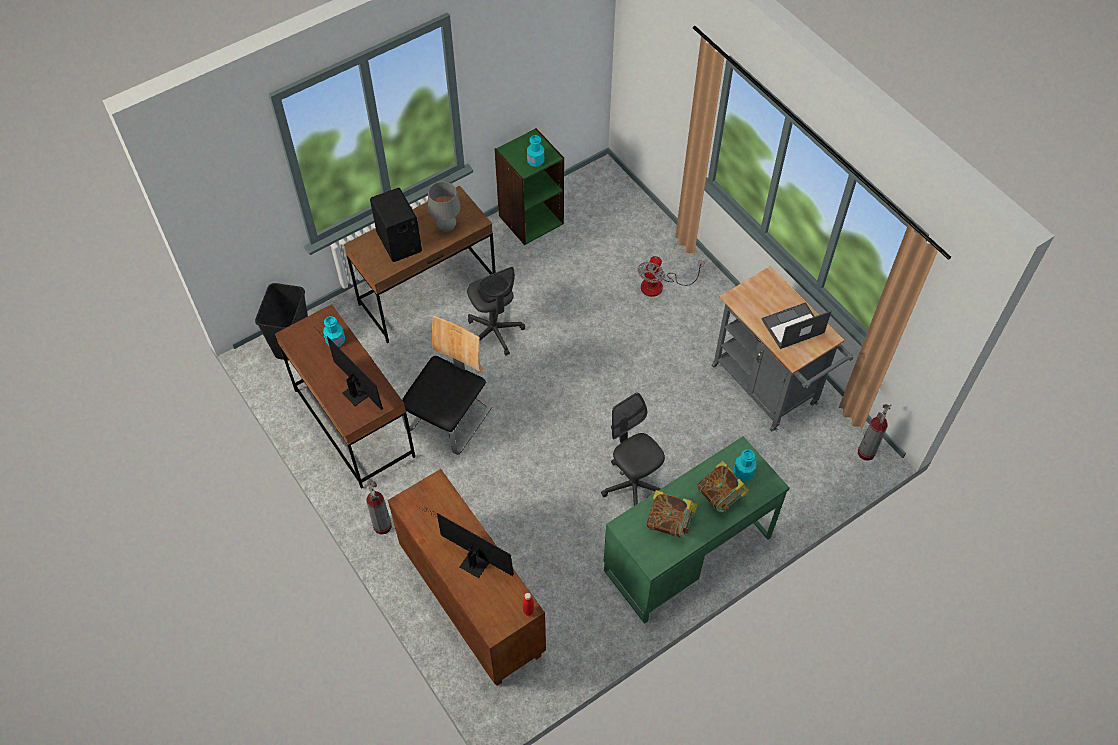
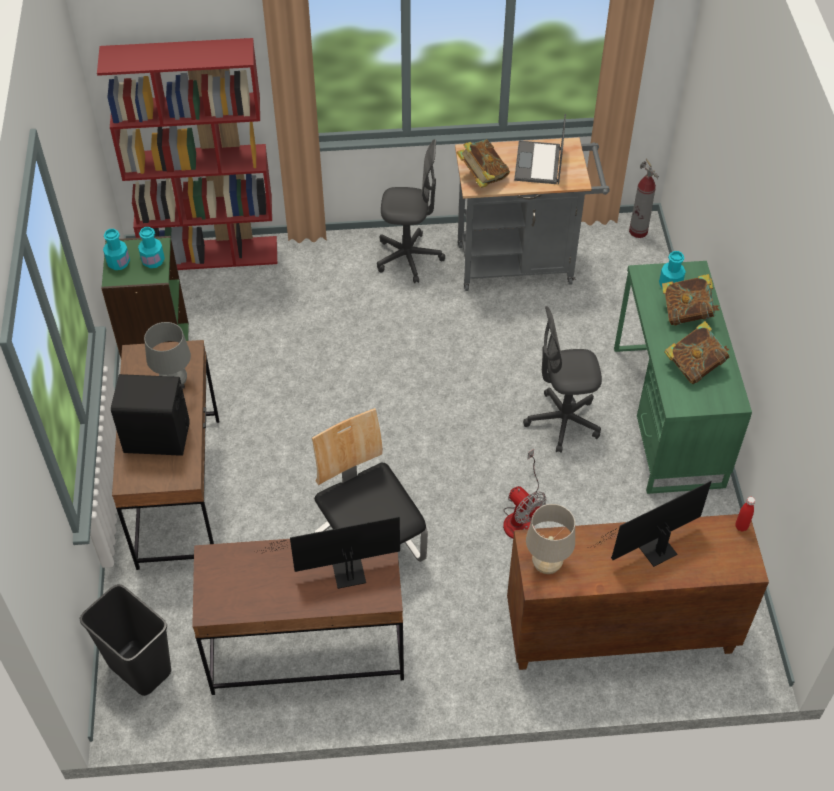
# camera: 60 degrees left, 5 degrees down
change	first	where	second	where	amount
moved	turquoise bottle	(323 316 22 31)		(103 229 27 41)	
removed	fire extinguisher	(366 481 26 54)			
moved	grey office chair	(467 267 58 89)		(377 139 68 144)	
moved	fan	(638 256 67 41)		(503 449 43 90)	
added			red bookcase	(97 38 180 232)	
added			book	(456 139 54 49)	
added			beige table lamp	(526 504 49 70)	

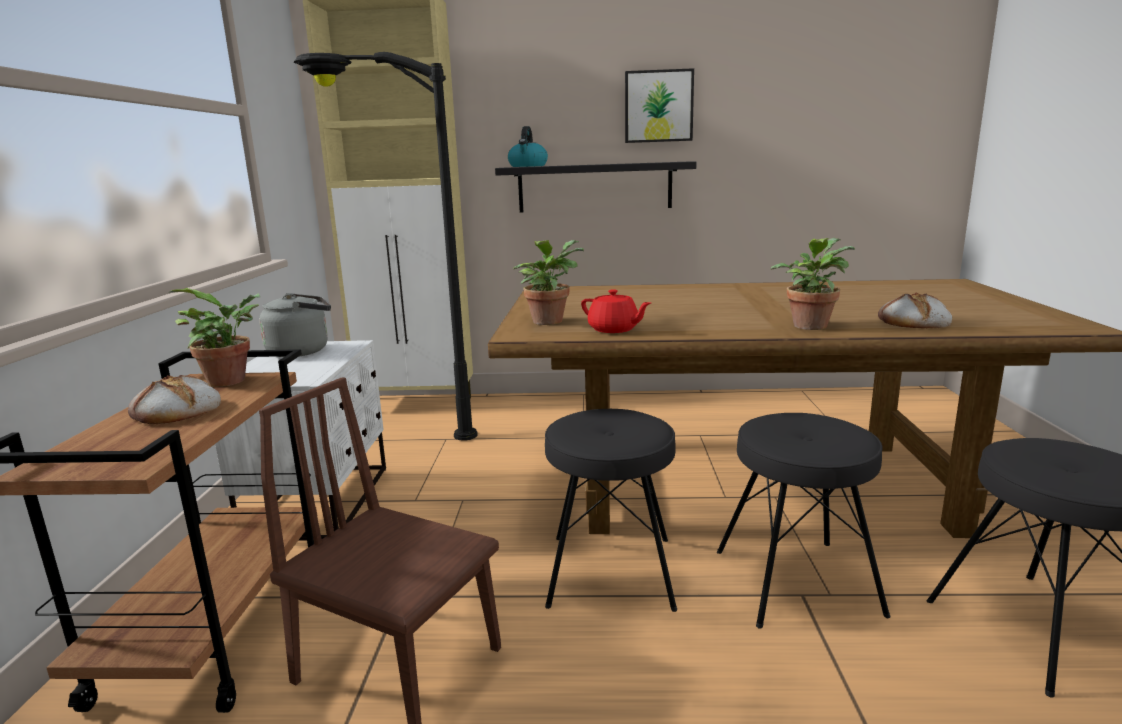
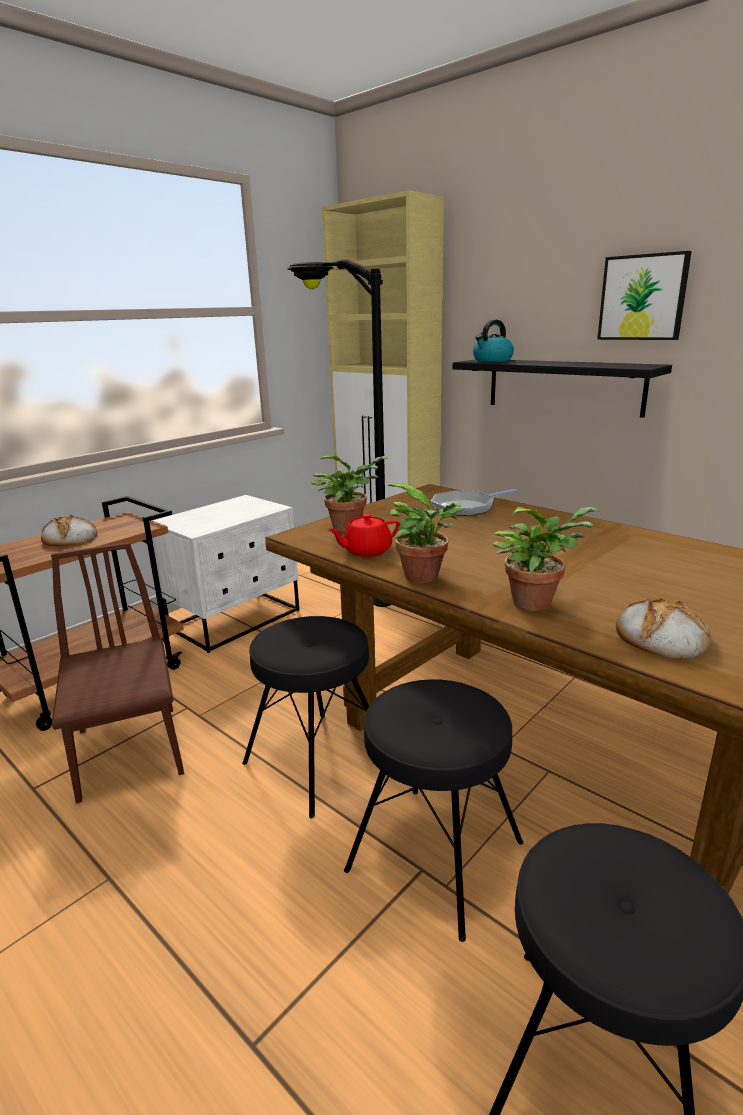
# camera: 40 degrees right, 5 degrees up
change	first	where	second	where	amount
moved	potted plant	(168 288 92 99)		(387 483 77 100)	
removed	grey kettle	(259 293 72 64)			
turned	red teapot	(581 289 70 44)		(328 514 72 43)	75 degrees clockwise
added			frying pan	(431 489 86 27)	

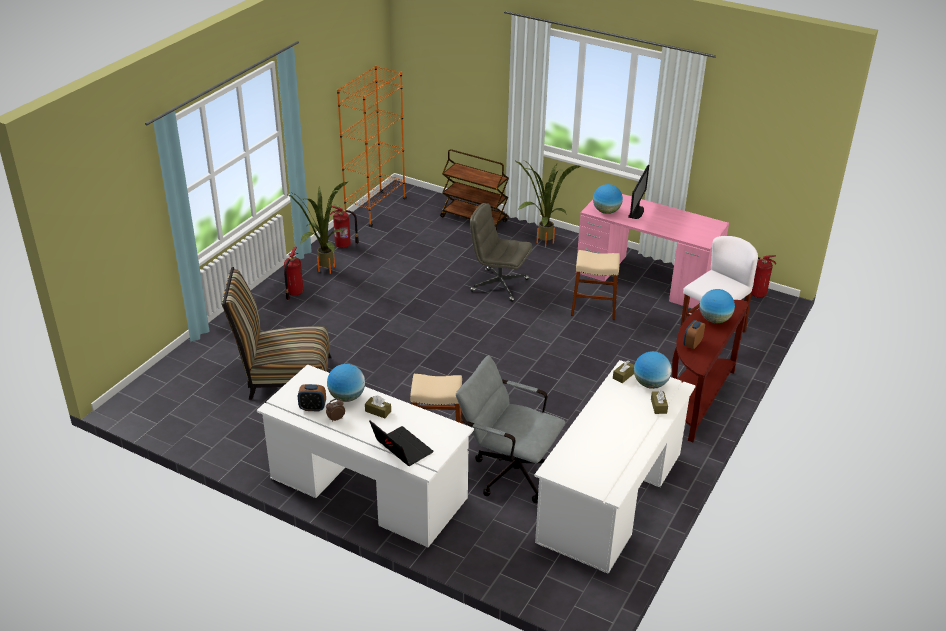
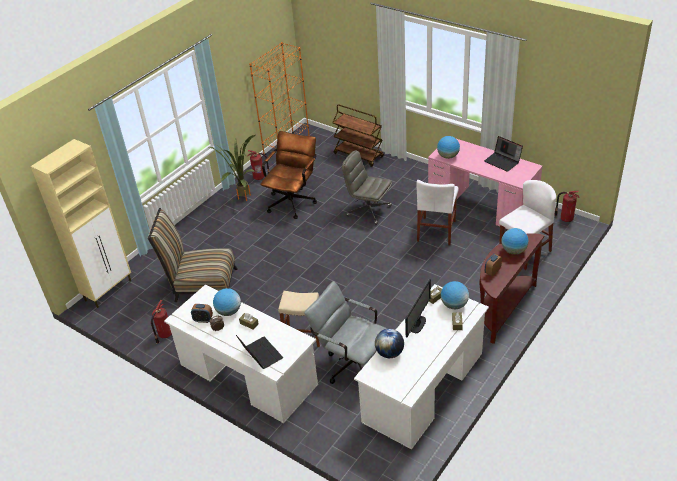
# camera: 10 degrees right, 5 degrees up
change	first	where	second	where	amount
moved	fire extinguisher	(284 246 19 54)		(151 300 21 44)	
removed	potted plant	(514 160 67 88)			
replaced	beige stool	(571 250 49 70)	white chair	(417 180 42 65)	
moved	monitor	(628 165 21 54)		(405 279 26 58)	
added			beige cabinet	(31 139 100 169)	
added			brown office chair	(260 131 57 88)	
added			globe	(375 329 29 29)	
added			laptop	(484 136 39 36)	

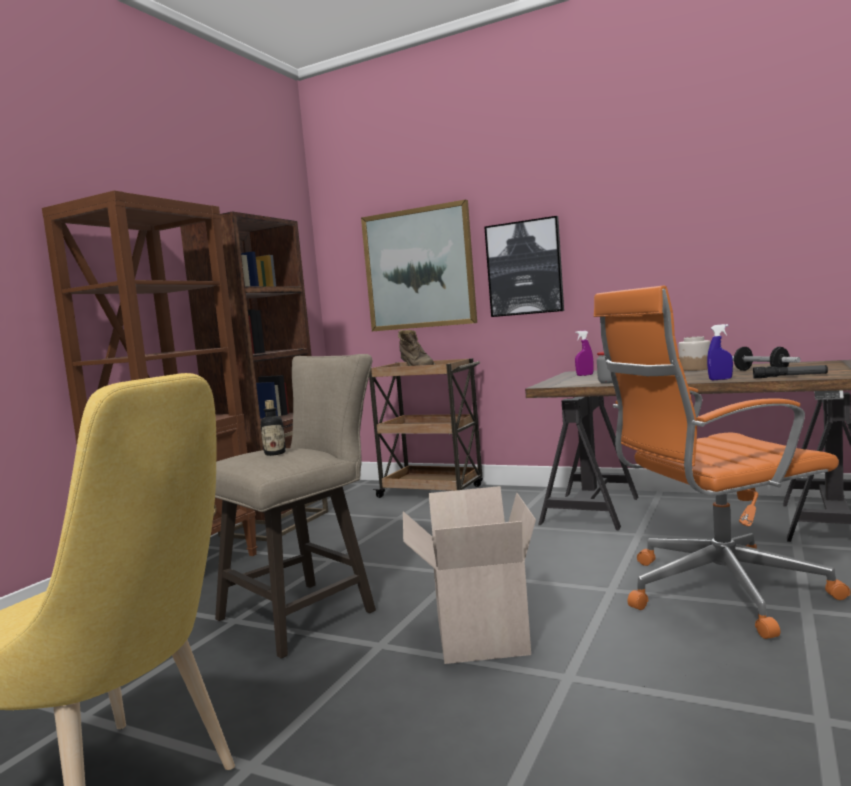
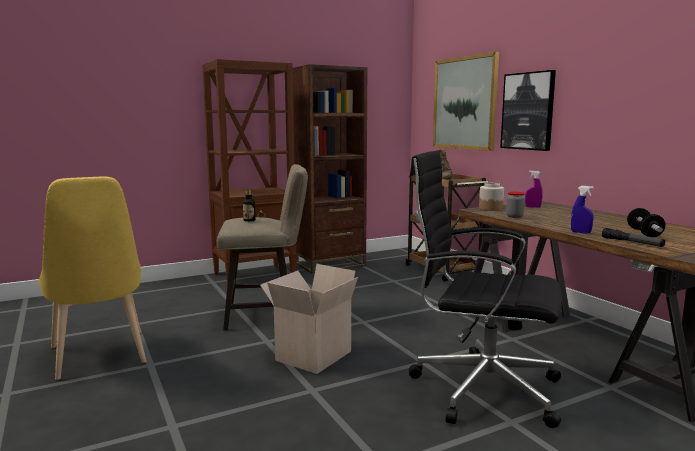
# camera: 35 degrees right, 5 degrees up
change	first	where	second	where	amount
recoloured	orange office chair	(594 285 256 354)	black office chair	(409 151 153 277)	
moved	jar	(679 336 31 35)		(479 183 25 28)	

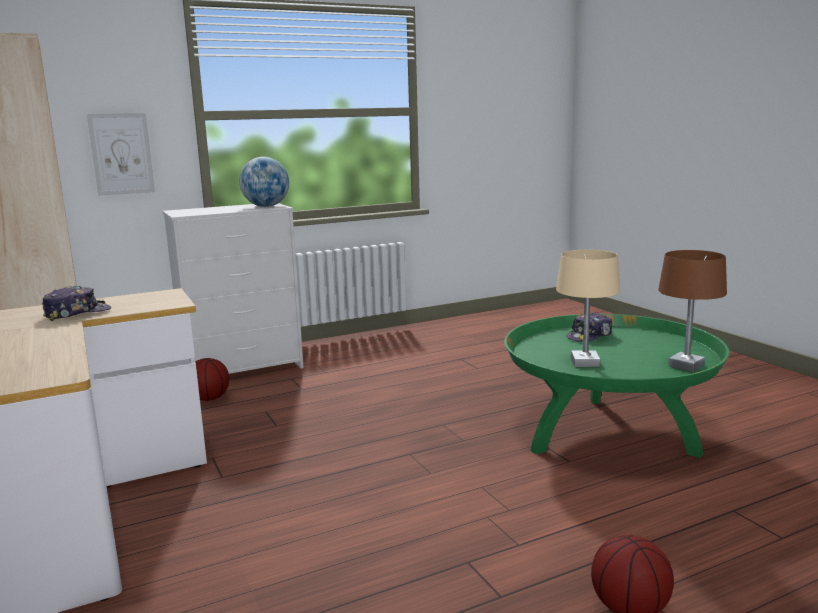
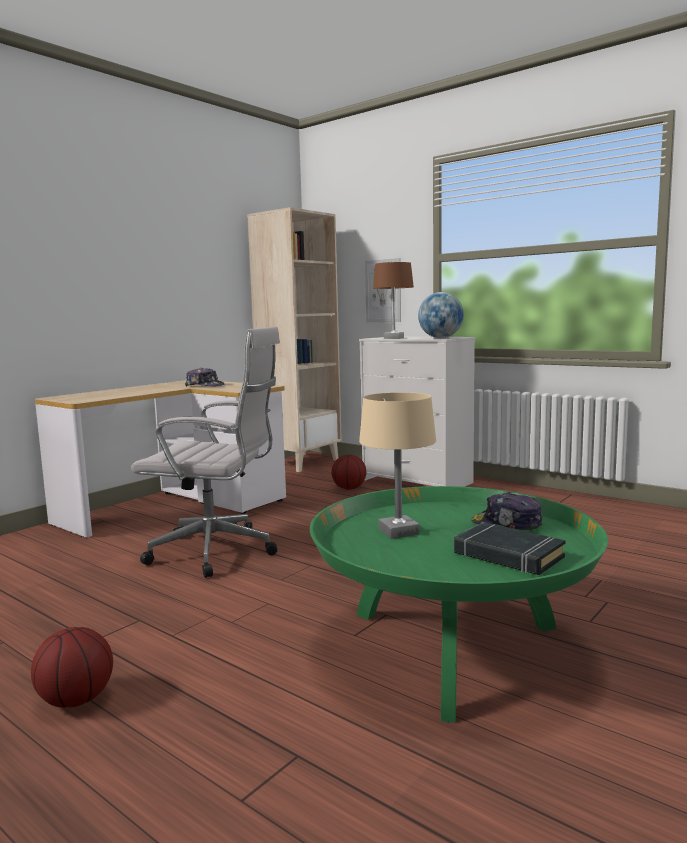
# camera: 65 degrees right, 5 degrees down
change	first	where	second	where	amount
moved	brown table lamp	(658 250 69 122)		(373 262 41 77)	
added			white office chair	(131 326 149 252)	
added			black book	(454 522 111 53)	

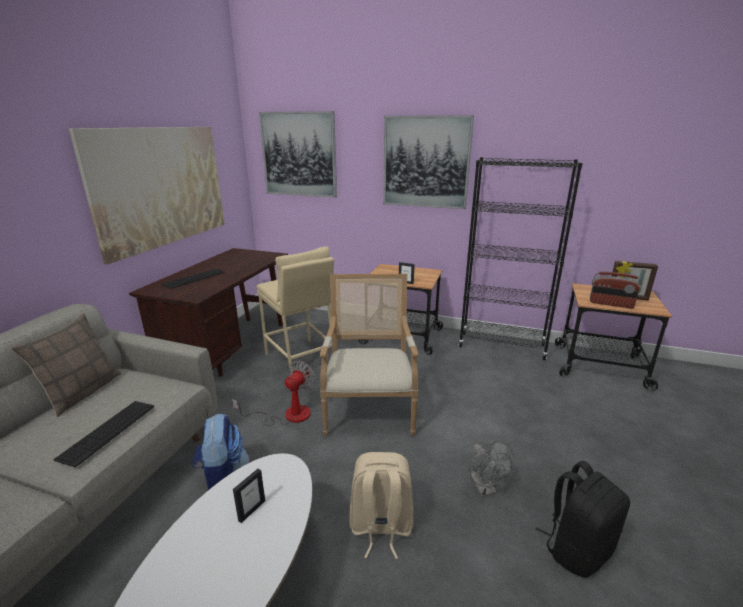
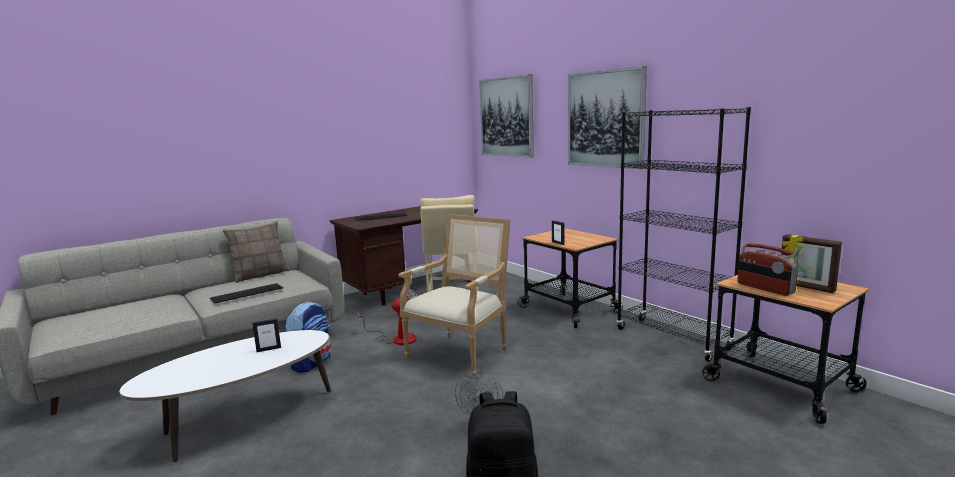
# camera: 35 degrees right, 10 degrees down
change	first	where	second	where	amount
removed	picture	(69 127 156 137)			
removed	beige backpack	(349 452 64 107)			

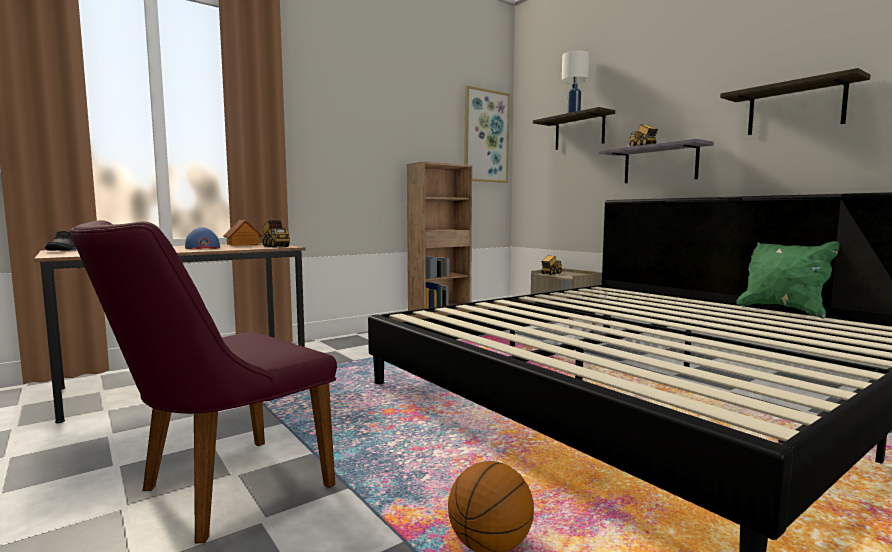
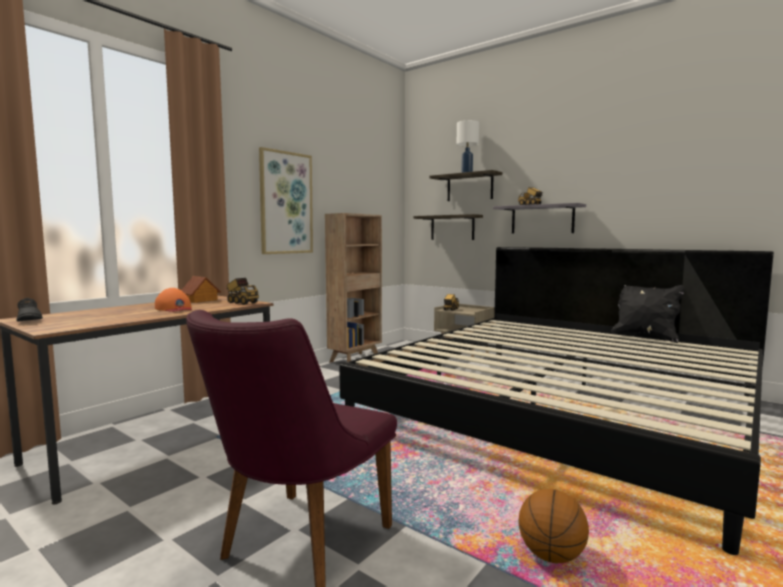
# camera: 15 degrees left, 0 degrees up
change	first	where	second	where	amount
recoloured	blue cap	(185 227 35 23)	orange cap	(155 288 37 24)	
moved	picture	(464 86 46 97)		(259 147 54 107)	
moved	shelf	(720 68 150 67)		(413 214 70 26)	
recoloured	green pillow	(736 241 103 78)	black pillow	(611 285 73 58)	

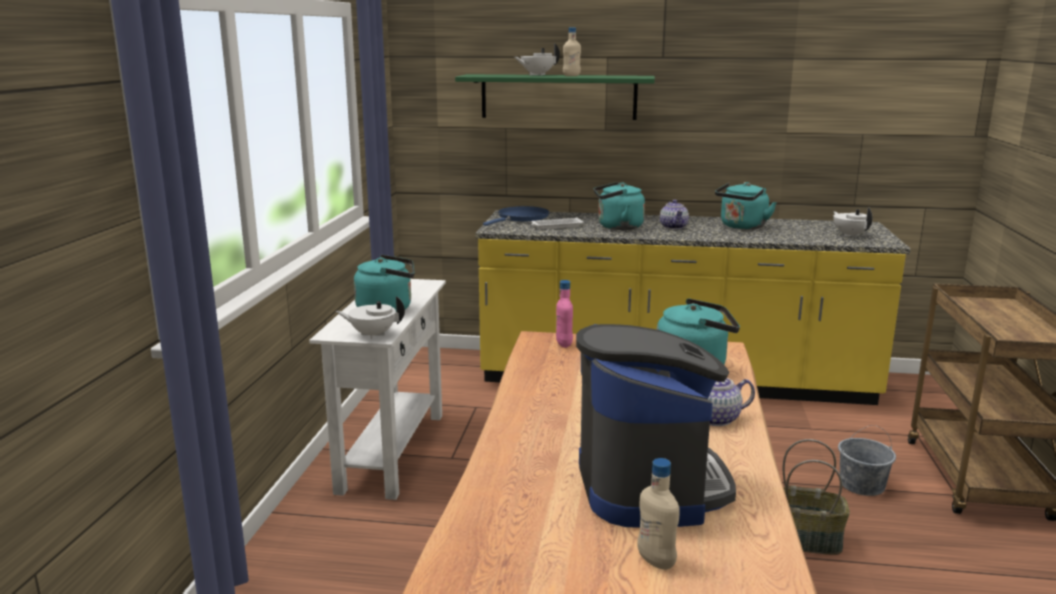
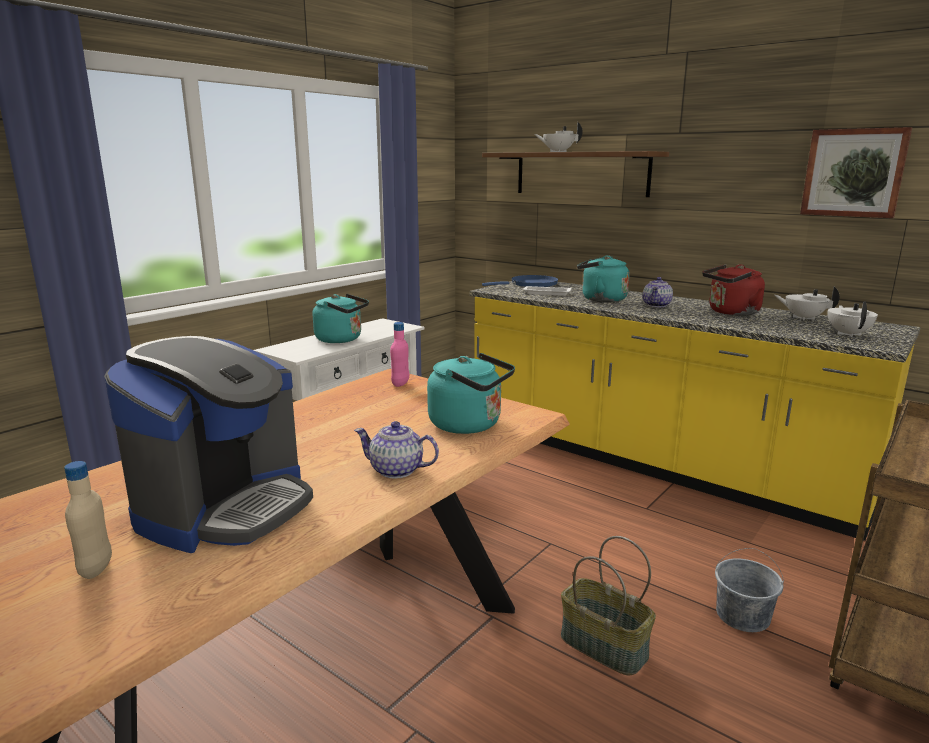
# camera: 30 degrees right, 0 degrees up
change	first	where	second	where	amount
moved	white teapot	(336 296 69 43)		(775 287 65 33)	
recoloured	green shelf	(455 74 200 46)	brown shelf	(482 151 187 46)	
removed	beige bottle	(563 27 18 49)			
recoloured	turquoise kettle	(715 182 62 47)	red kettle	(702 264 63 52)	
added			picture	(800 127 112 91)	

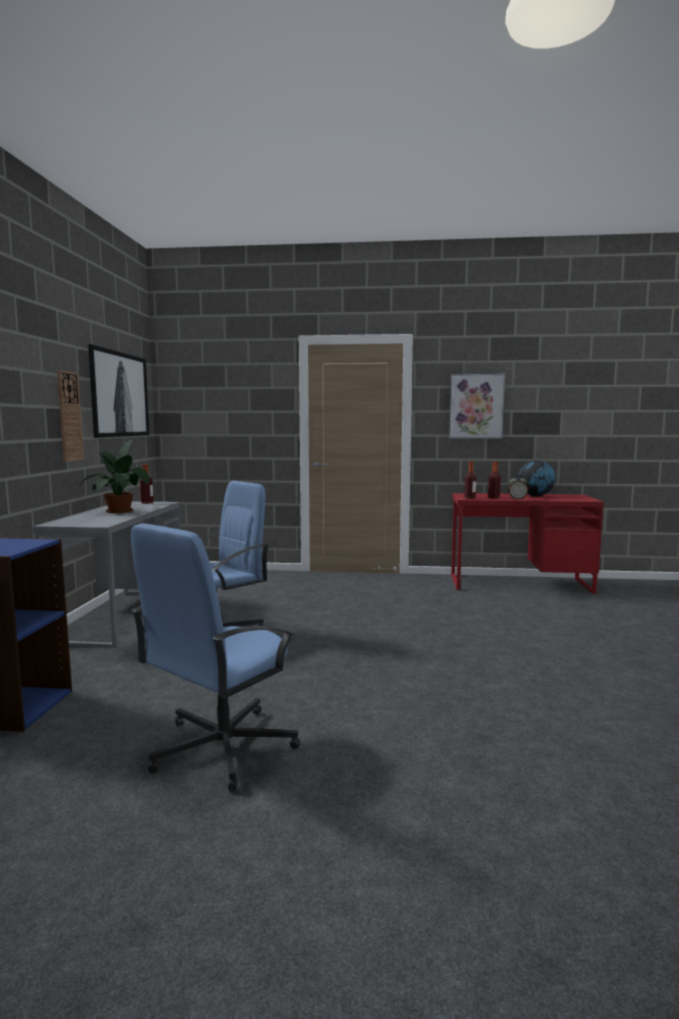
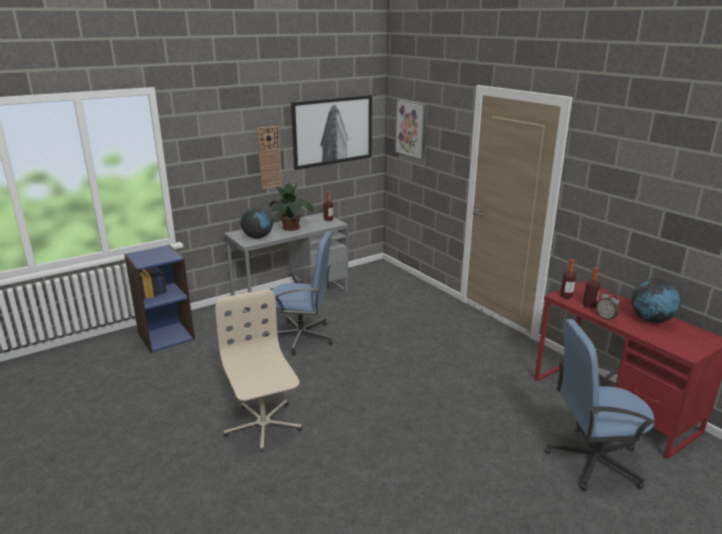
# camera: 50 degrees right, 15 degrees up
change	first	where	second	where	amount
moved	blue office chair	(131 523 169 268)		(545 319 110 172)	
moved	picture	(449 374 56 65)		(395 99 32 61)	
added			beige office chair	(215 289 87 163)	
added			globe	(241 207 32 32)	

